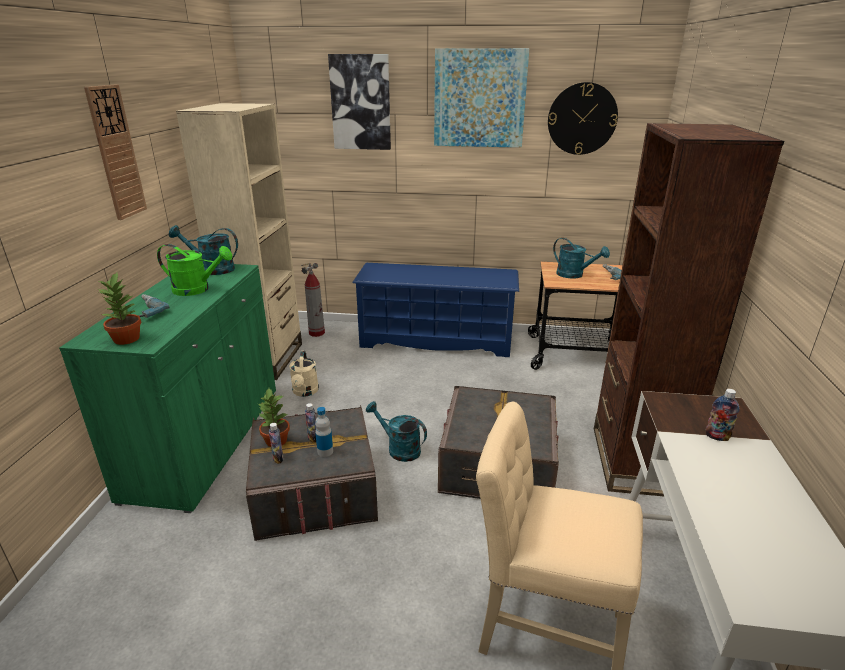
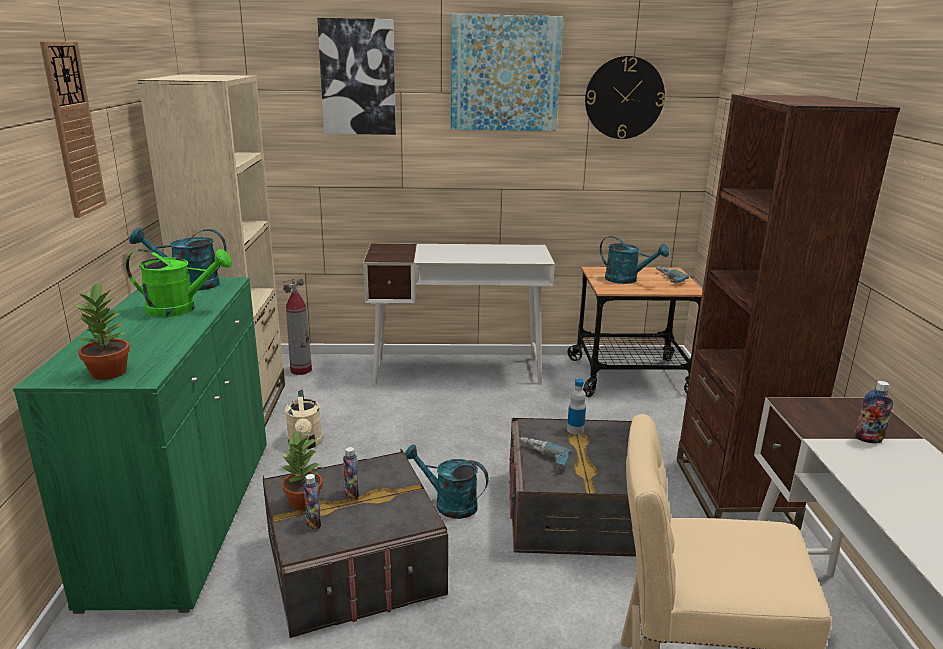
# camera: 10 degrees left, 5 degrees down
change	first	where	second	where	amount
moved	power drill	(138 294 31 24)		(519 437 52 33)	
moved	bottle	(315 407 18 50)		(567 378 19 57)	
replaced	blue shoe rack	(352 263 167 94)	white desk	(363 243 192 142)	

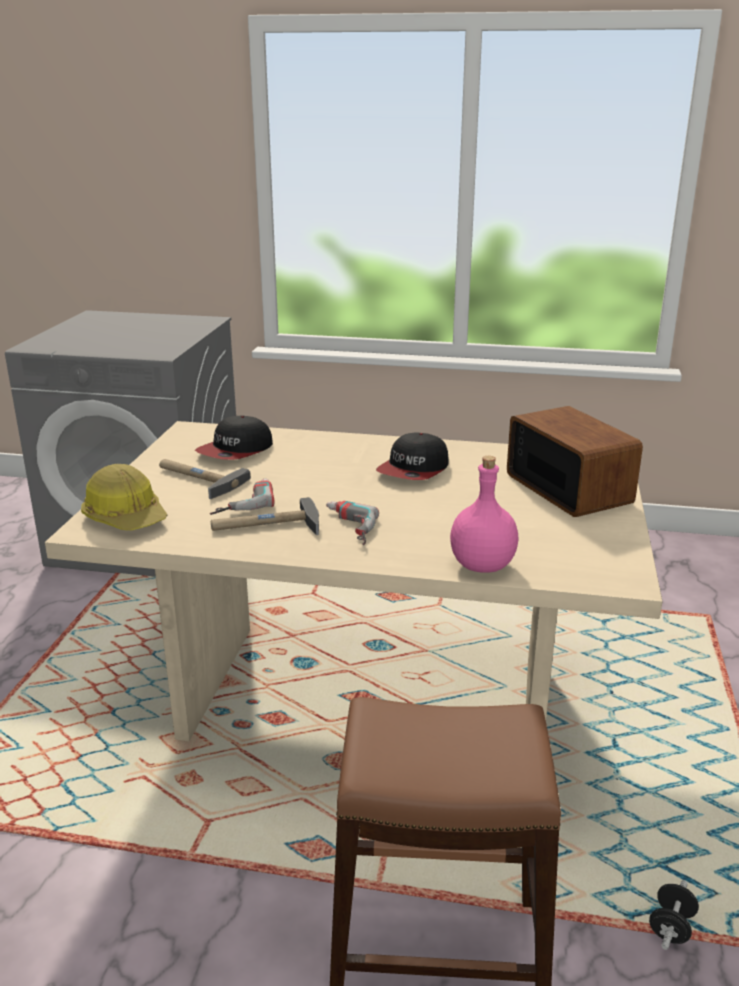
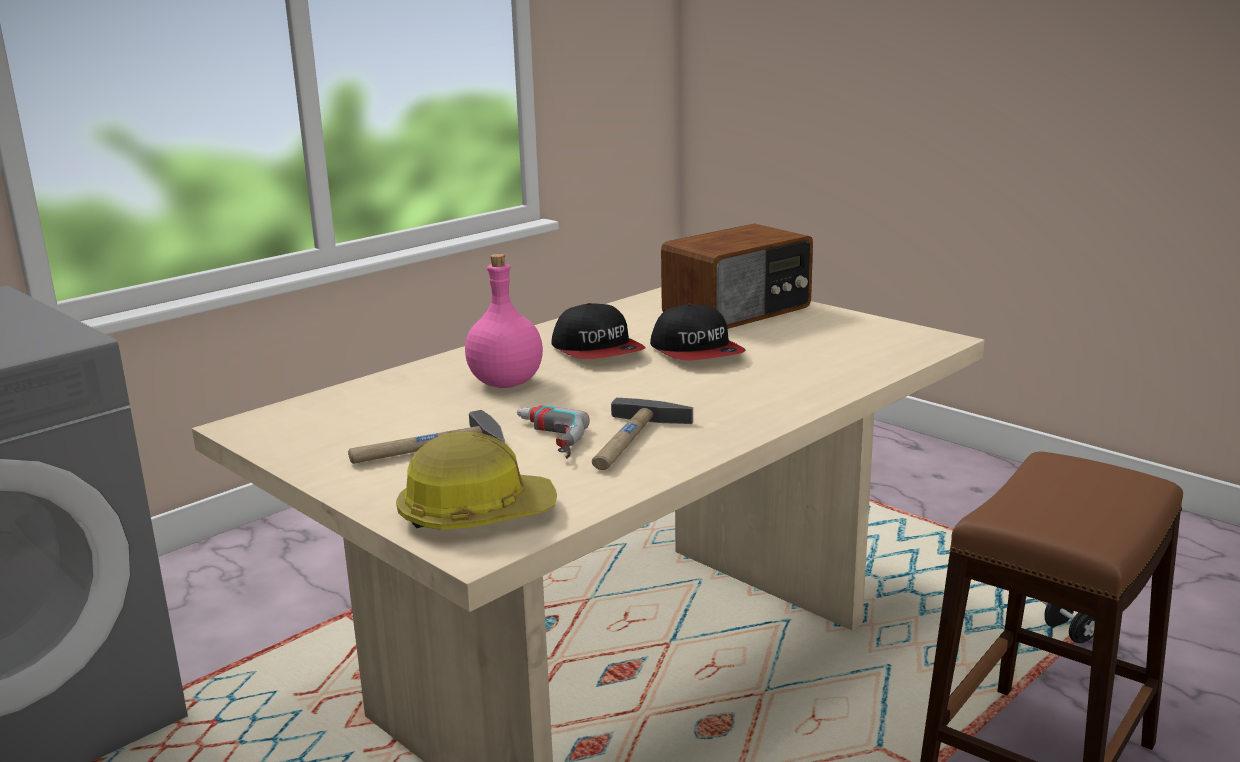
# camera: 55 degrees left, 5 degrees down
change	first	where	second	where	amount
moved	cap	(195 416 78 44)		(650 304 96 56)	
removed	power drill	(326 500 53 45)			
moved	pink bottle	(450 456 69 117)		(465 254 78 134)	
turned	radio	(507 406 136 111)		(661 224 152 105)	135 degrees clockwise

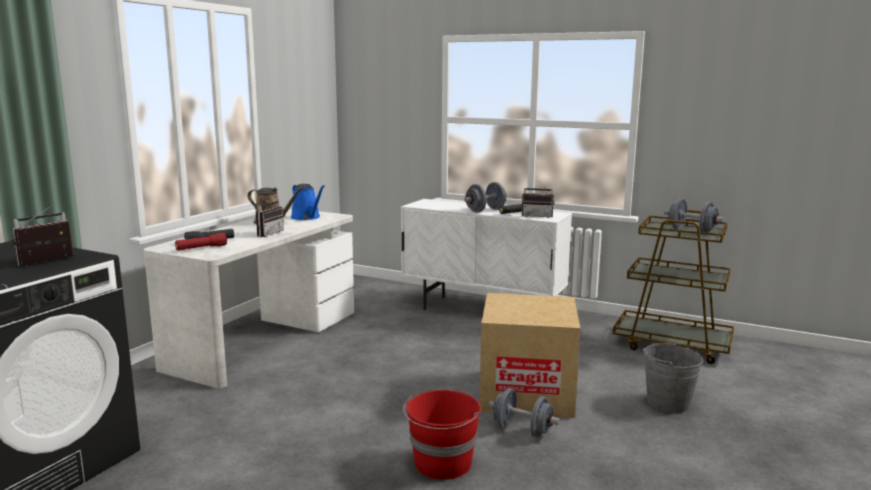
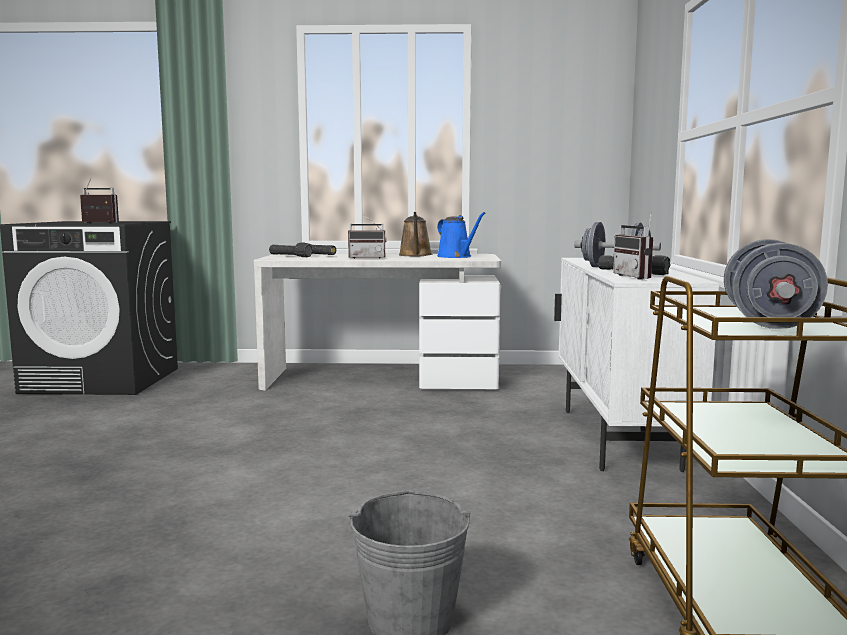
# camera: 65 degrees right, 5 degrees down
change	first	where	second	where	amount
recoloured	red flashlight	(175 233 52 18)	black flashlight	(269 244 44 13)	
turned	blue watering can	(291 184 34 36)		(437 212 48 46)	60 degrees counterclockwise
removed	red bucket	(403 390 78 90)			
removed	cardboard box	(479 293 102 125)			
removed	grey dumbbell	(488 388 72 50)			

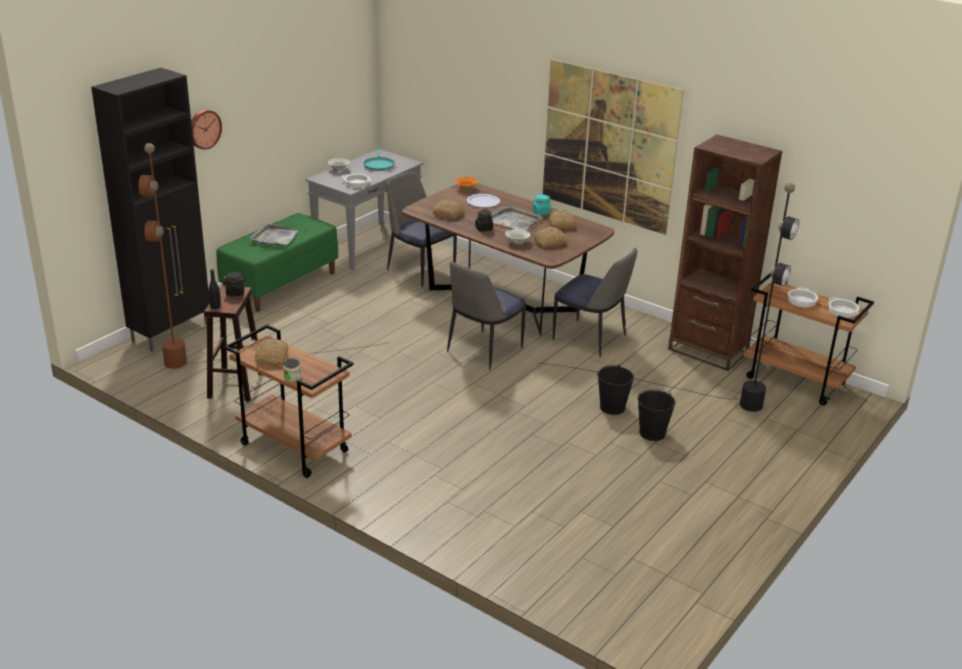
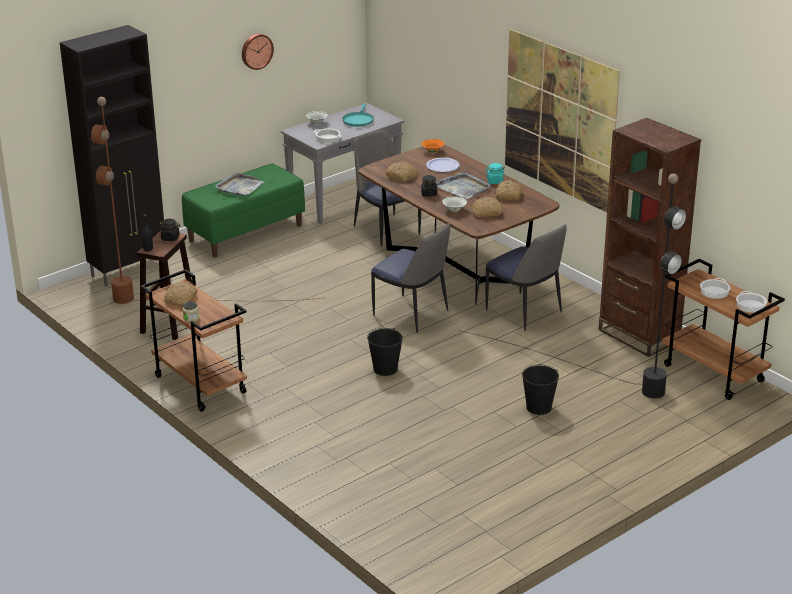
# camera: 15 degrees right, 0 degrees up
change	first	where	second	where	amount
moved	wall clock	(191 110 31 40)		(242 34 32 36)	
turned	chair	(447 261 79 109)		(371 223 79 110)	105 degrees counterclockwise
moved	black bucket	(597 365 37 50)		(367 328 36 48)	

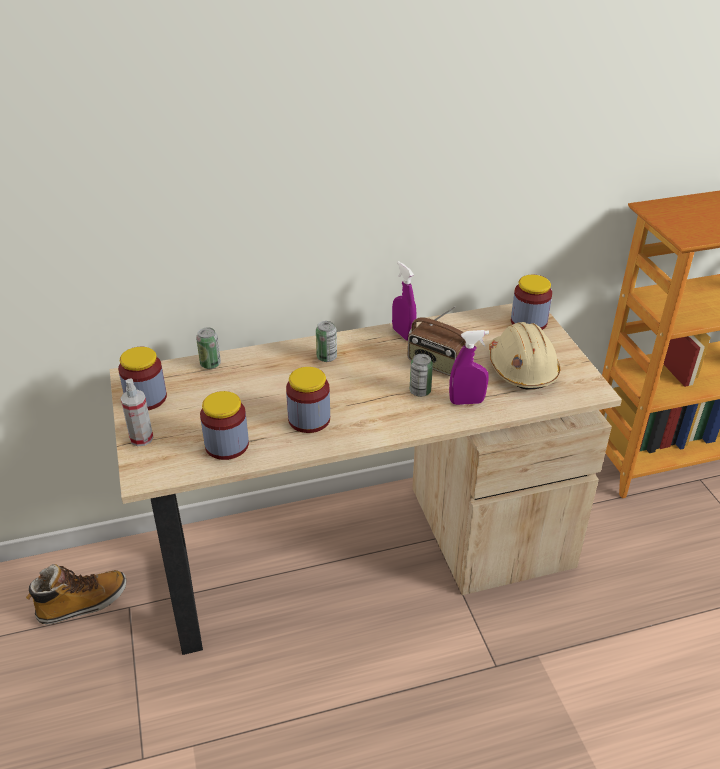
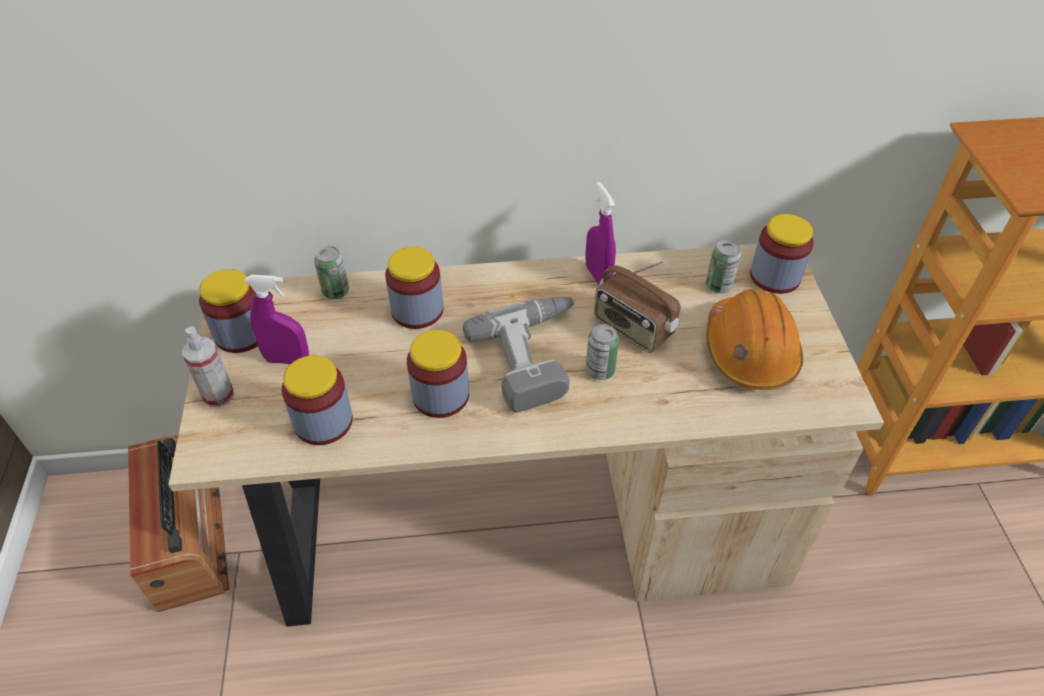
# camera: 10 degrees right, 10 degrees up
change	first	where	second	where	amount
replaced	boot	(26 564 101 61)	radio	(128 435 101 177)	
moved	can	(316 321 21 41)		(706 240 35 53)	
moved	purple spray bottle	(449 330 40 75)		(244 275 65 89)	
recoloured	beige hard hat	(489 322 71 68)	orange hard hat	(706 289 97 101)	
added			jar	(385 247 58 82)	
added			power drill	(463 296 112 116)	

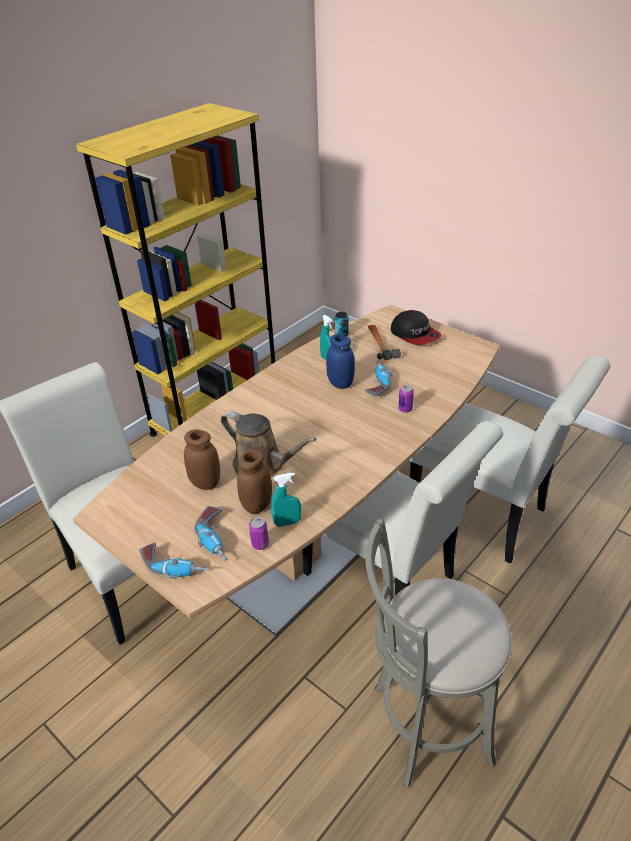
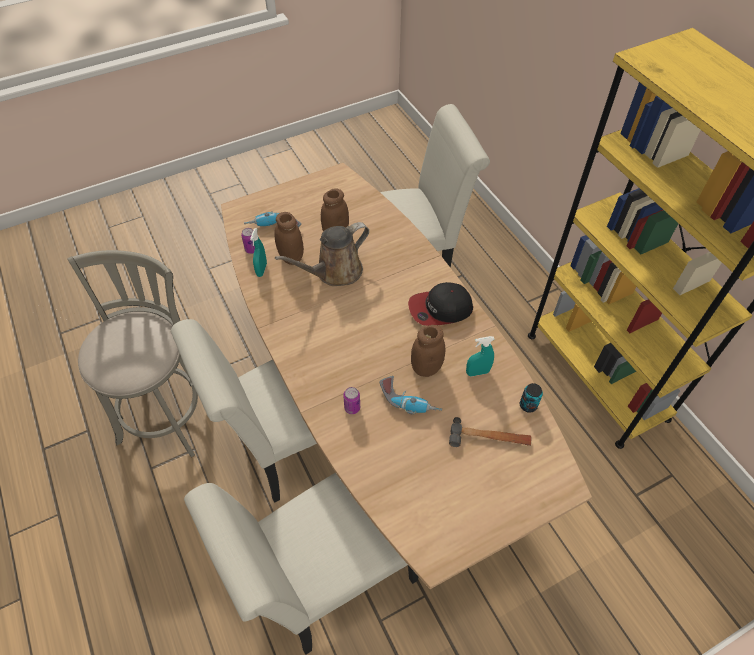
# camera: 110 degrees right, 15 degrees up
change	first	where	second	where	amount
removed	power drill	(139 543 70 36)			
recoloured	blue jar	(326 334 29 55)	brown jar	(411 325 34 52)	
moved	cap	(391 310 51 35)		(408 282 65 44)	

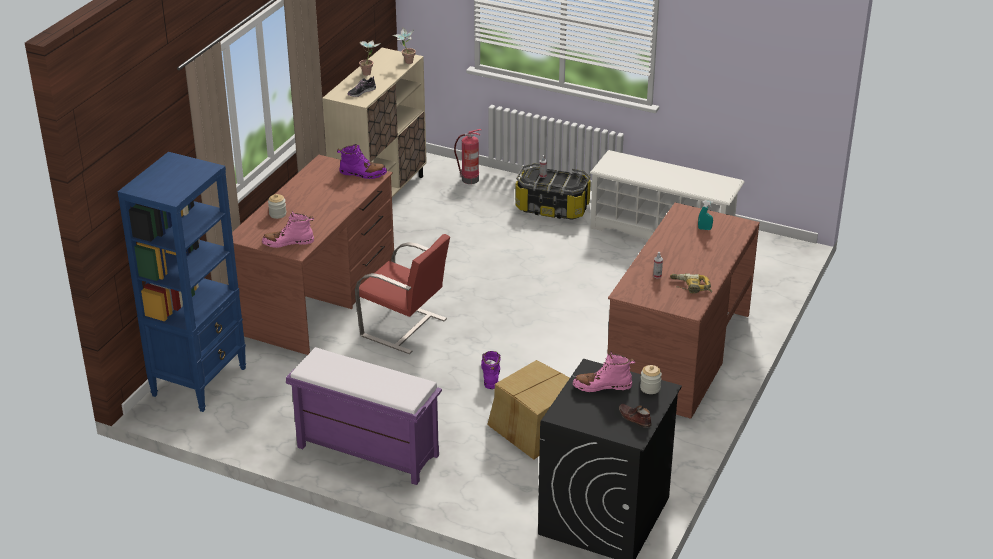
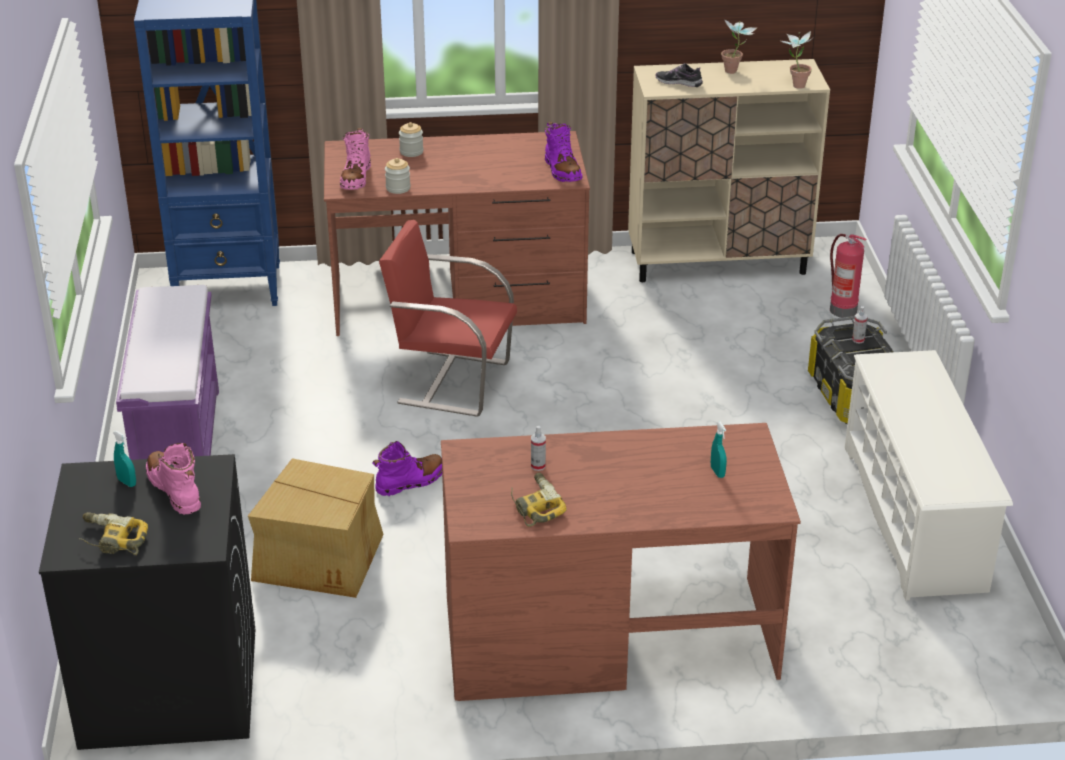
# camera: 60 degrees right, 0 degrees up
change	first	where	second	where	amount
turned	pink boot	(262 211 52 37)		(340 128 31 62)	135 degrees counterclockwise
turned	red chair	(355 234 95 120)		(379 220 138 197)	105 degrees clockwise
replaced	brown shoe	(619 404 33 24)	power drill	(78 512 70 43)	
moved	jar	(640 365 22 29)		(385 158 26 36)	
added			turquoise spray bottle	(113 431 23 56)	

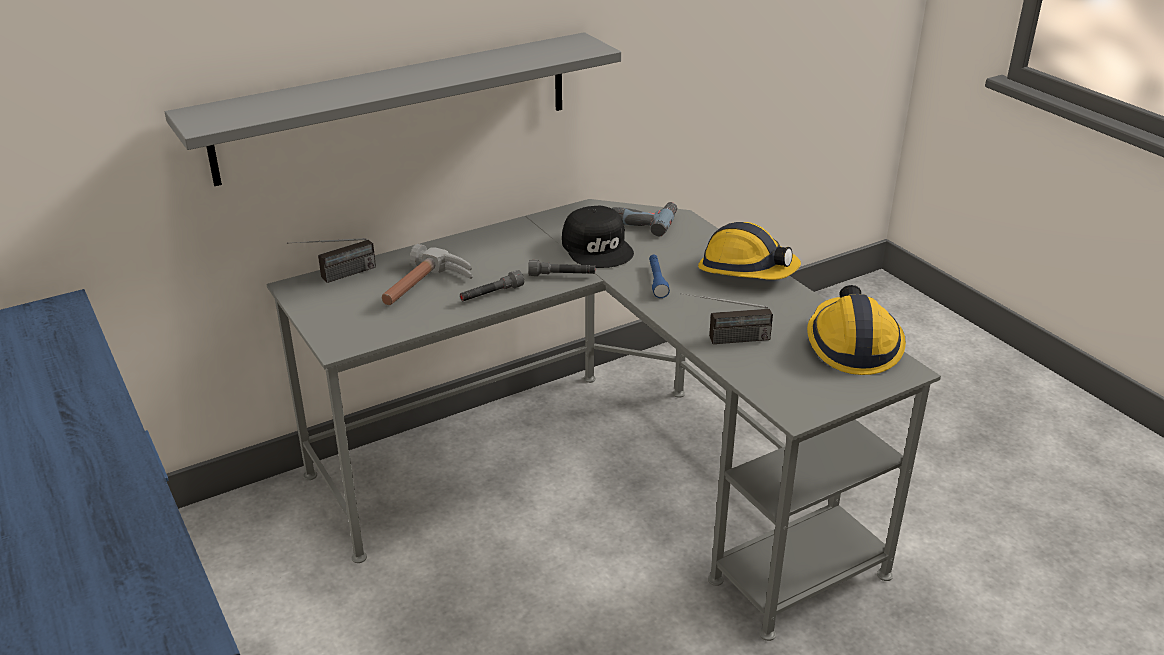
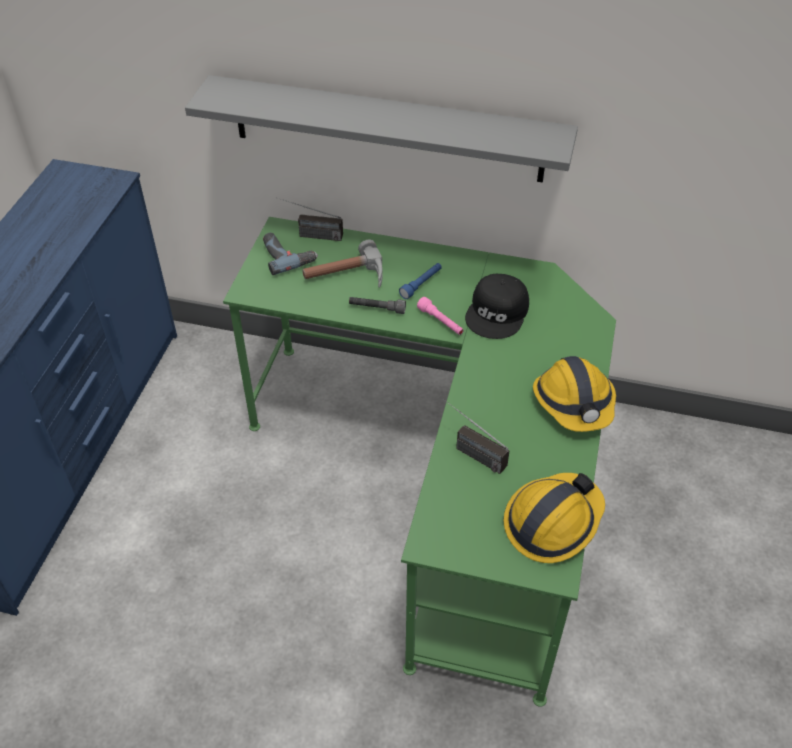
# camera: 45 degrees right, 15 degrees up
change	first	where	second	where	amount
recoloured	grey desk	(267 199 674 442)	green desk	(223 217 393 490)	
recoloured	grey flashlight	(528 260 67 16)	pink flashlight	(417 297 47 38)	
moved	power drill	(612 202 65 34)		(263 233 55 42)	
moved	blue flashlight	(649 255 21 43)		(399 263 43 36)	

